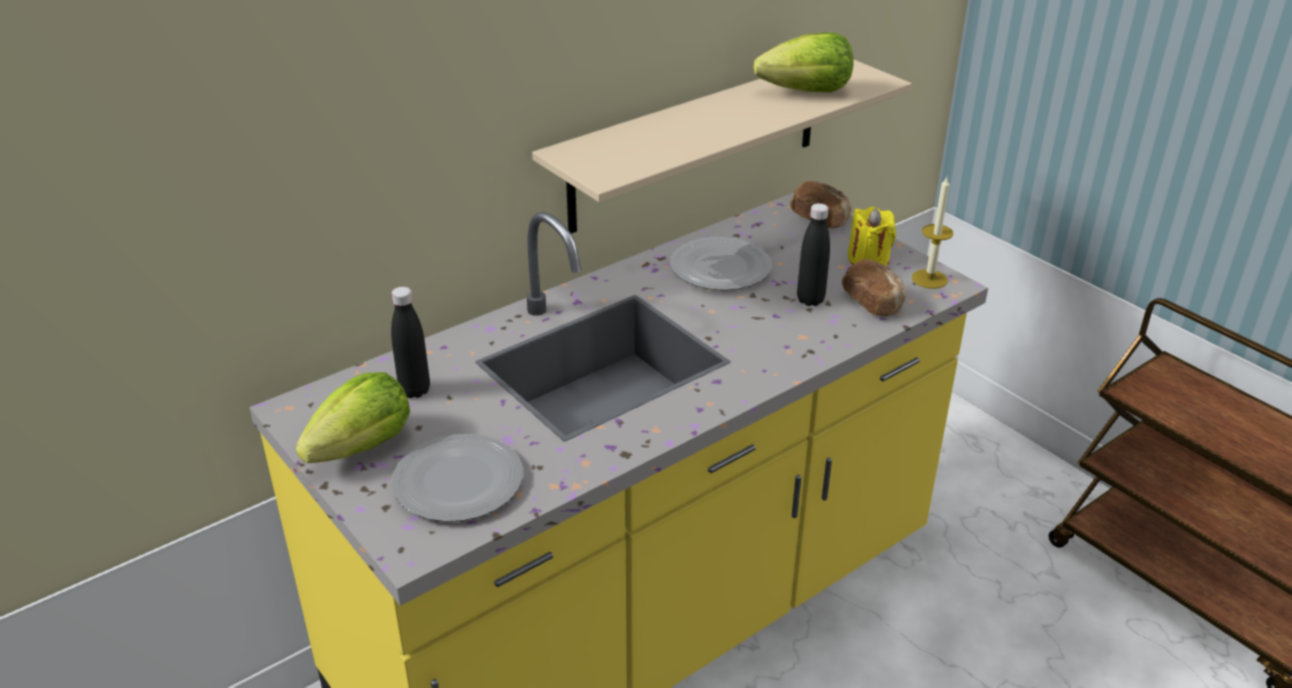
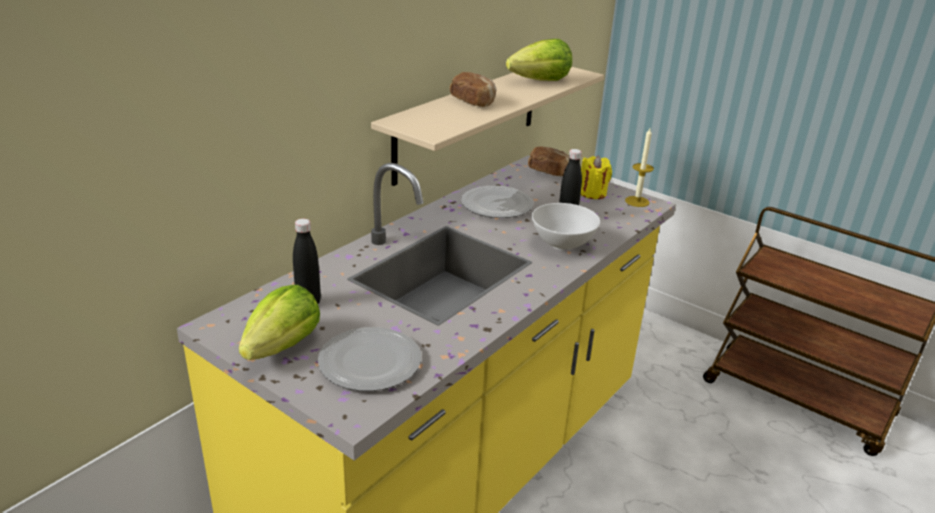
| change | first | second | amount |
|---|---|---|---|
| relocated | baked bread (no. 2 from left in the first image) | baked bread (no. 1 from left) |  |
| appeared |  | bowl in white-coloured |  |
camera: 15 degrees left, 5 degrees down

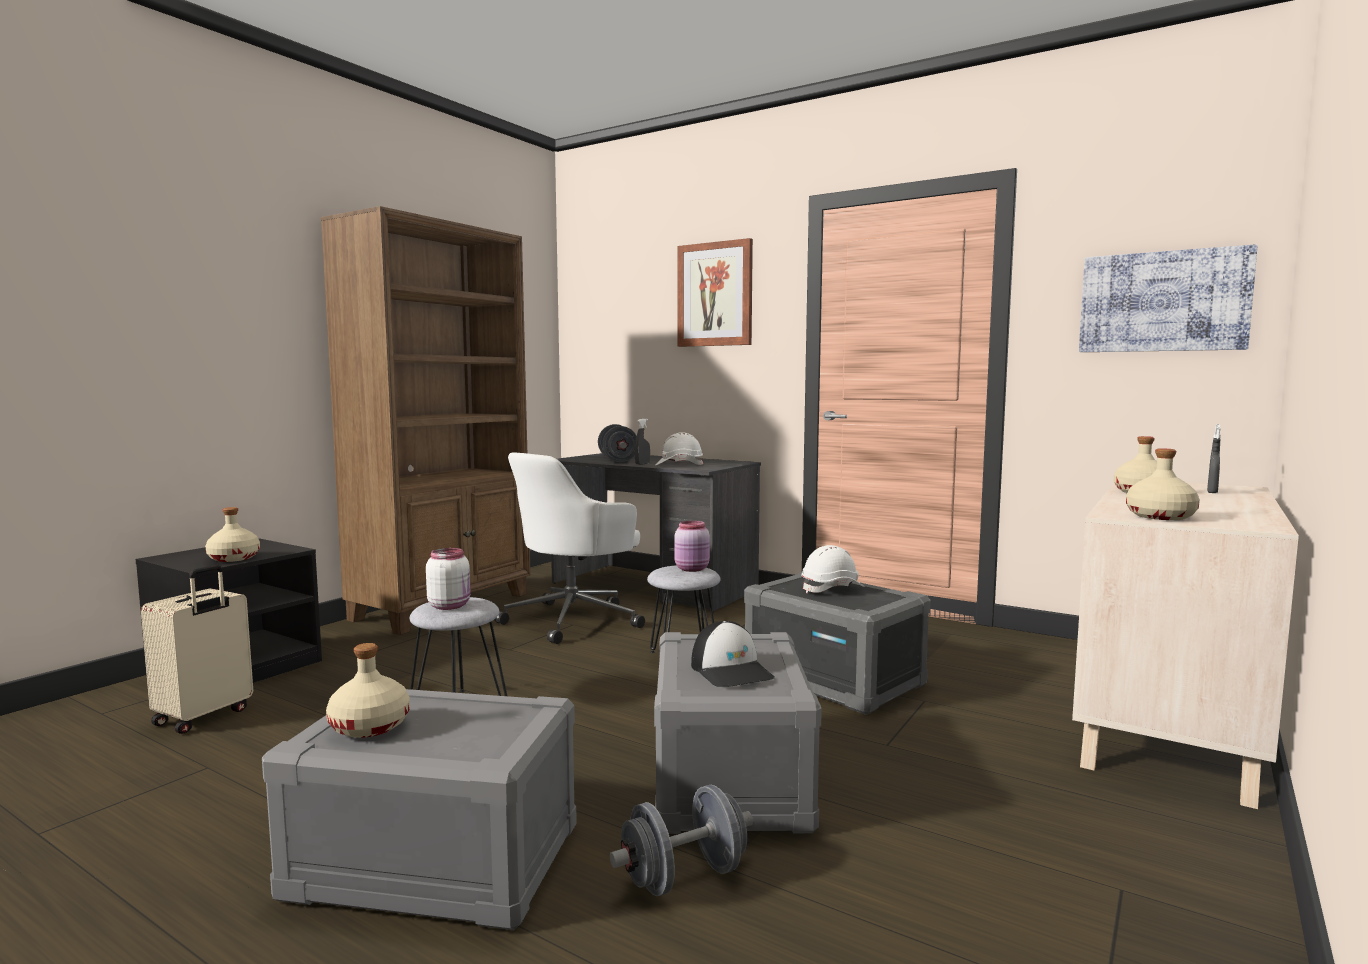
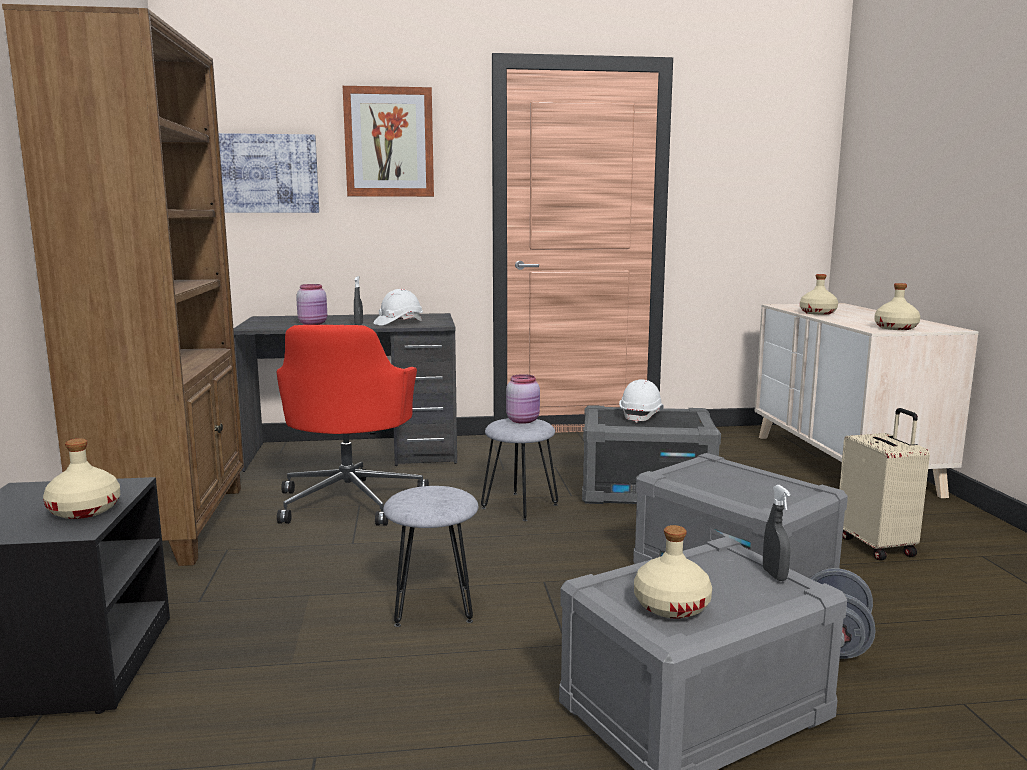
| change | first | second | amount |
|---|---|---|---|
| relocated | picture (no. 2 from left in the first image) | picture (no. 1 from left) |  |
| exchanged | hand weight in greyish (no. 1 from left) | preserve jar in pink-coloured (no. 1 from left) |  |
| relocated | sprayer in greyish (no. 2 from left) |  |  |
| colour | desk chair in white-coloured | desk chair in red-coloured |  |
| missing | preserve jar in white-coloured |  |  |
| relocated | suitcase in sand-coloured |  |  |
| missing | baseball cap |  |  |
camera: 40 degrees left, 5 degrees up

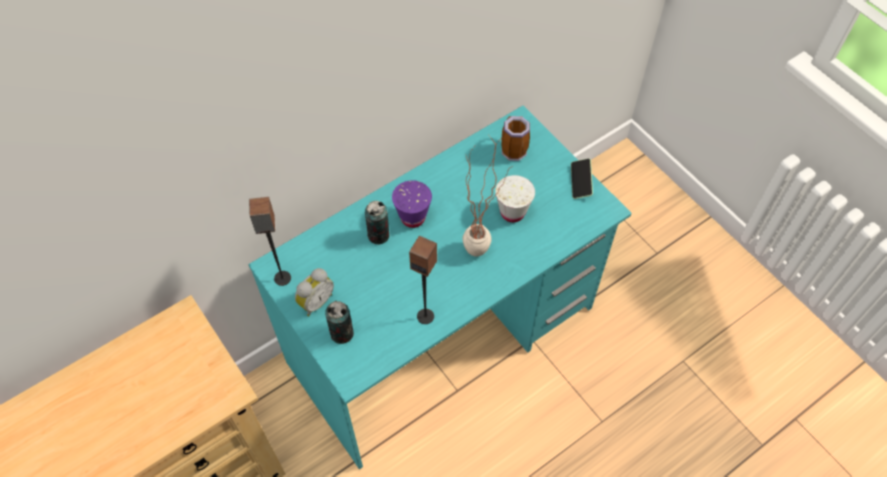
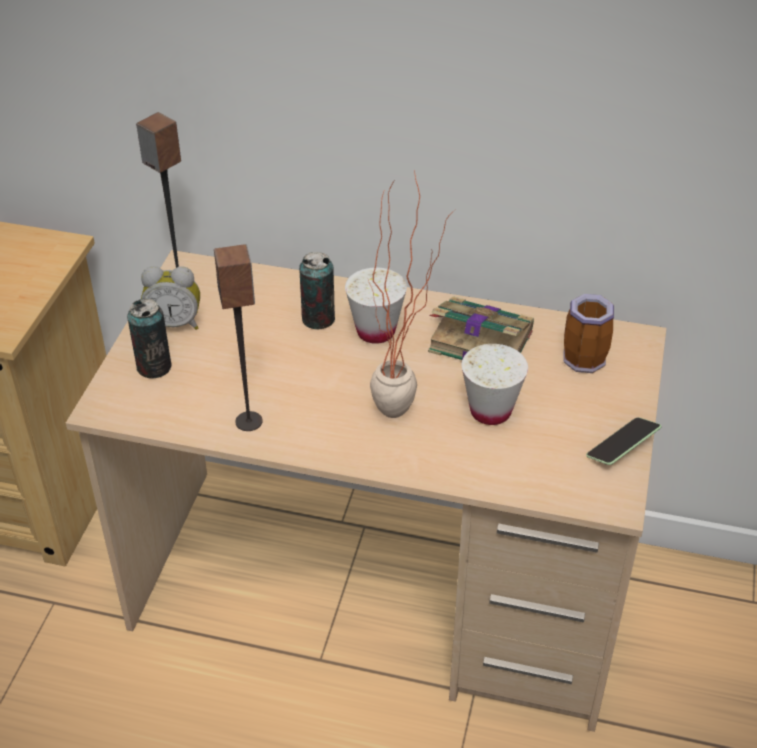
| change | first | second | amount |
|---|---|---|---|
| colour | desk in blue-green | desk in sand-coloured |  |
| colour | small cup in purplish | small cup in white-coloured (no. 1 from left) |  |
| appeared |  | book |  |
camera: 50 degrees right, 15 degrees down

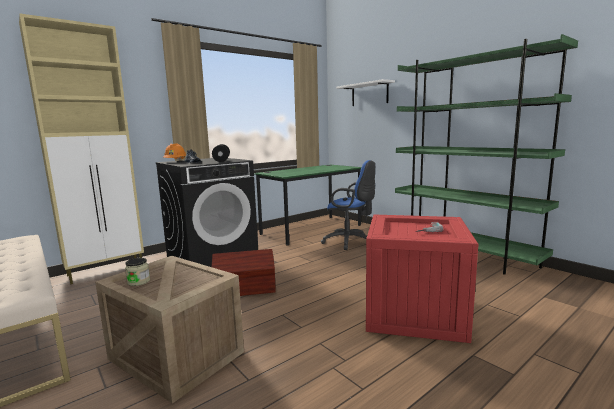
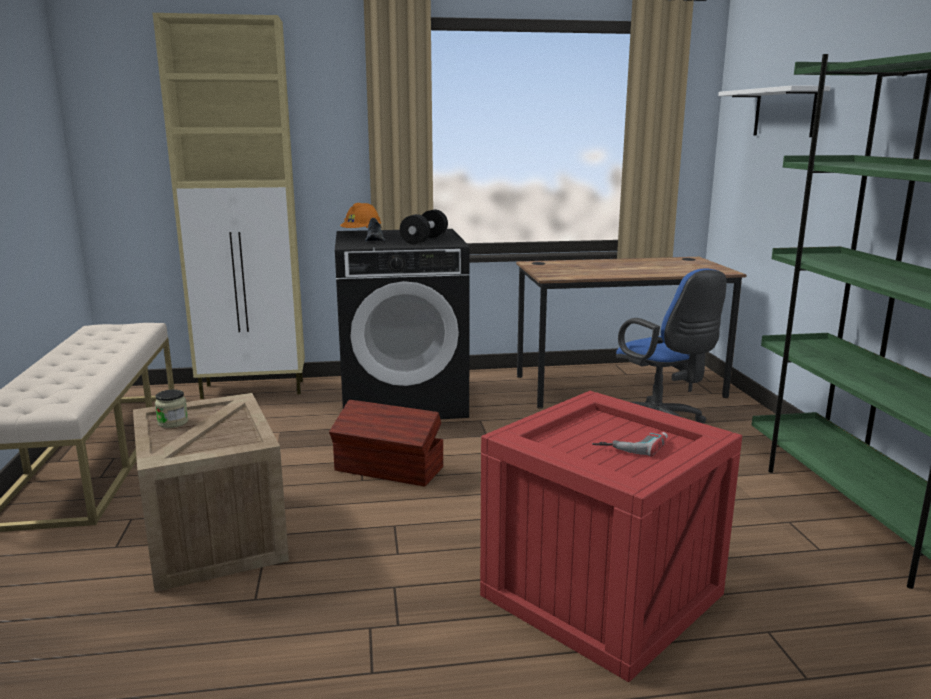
| change | first | second | amount |
|---|---|---|---|
| colour | desk in green-coloured | desk in brown |  |
camera: 30 degrees right, 5 degrees up

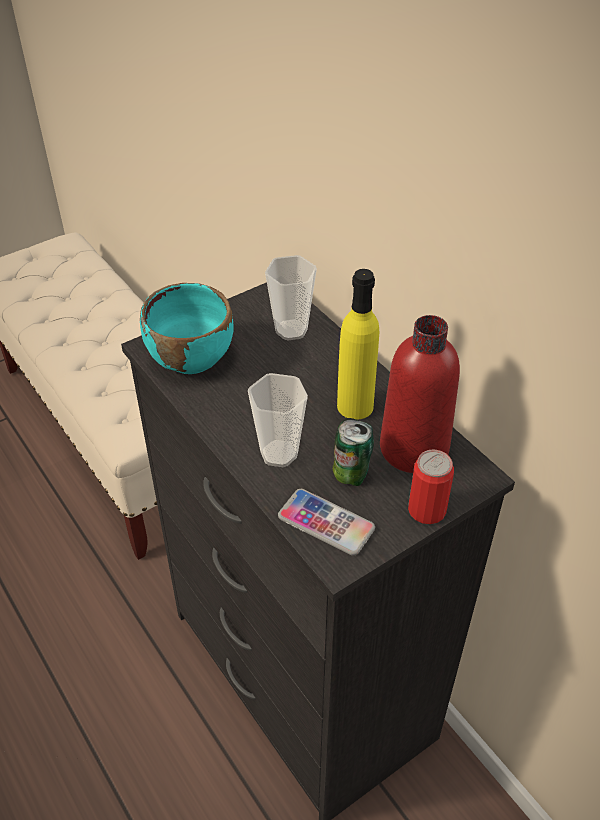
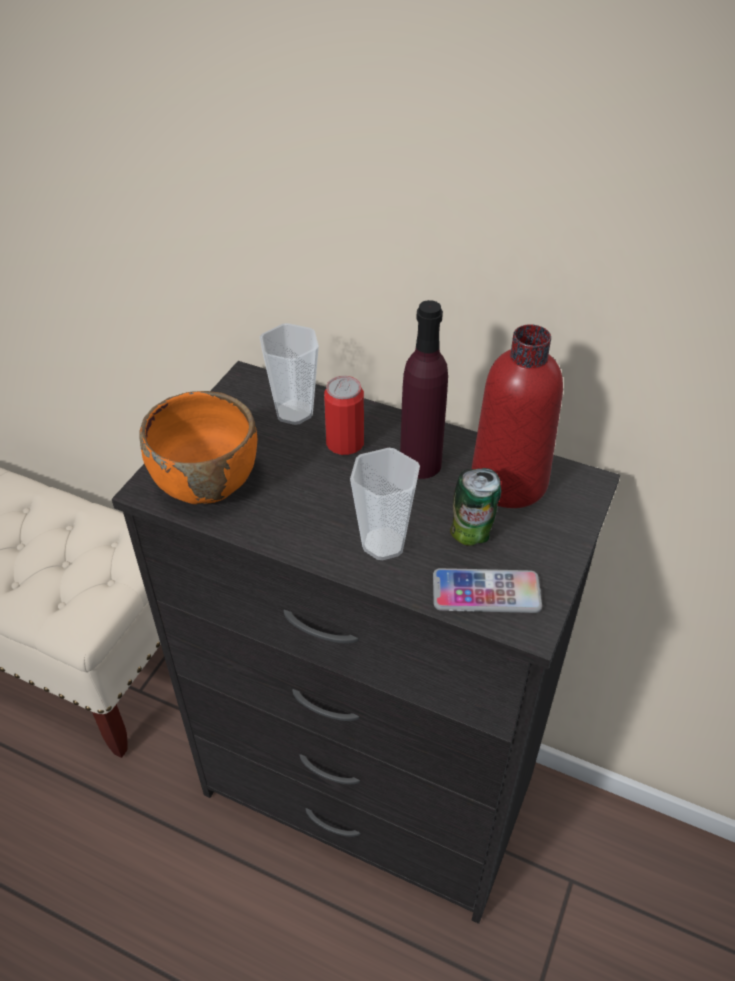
| change | first | second | amount |
|---|---|---|---|
| colour | drink bottle in yellow-coloured | drink bottle in purplish |  |
| colour | bowl in blue-green | bowl in orange |  |
| relocated | sealed can (no. 2 from left in the first image) | sealed can (no. 1 from left) |  |
camera: 30 degrees left, 0 degrees up

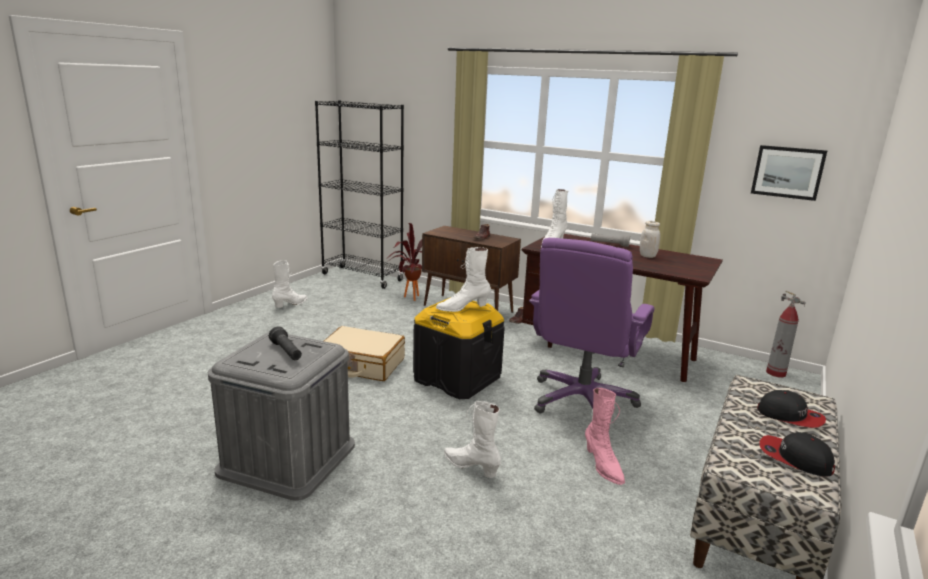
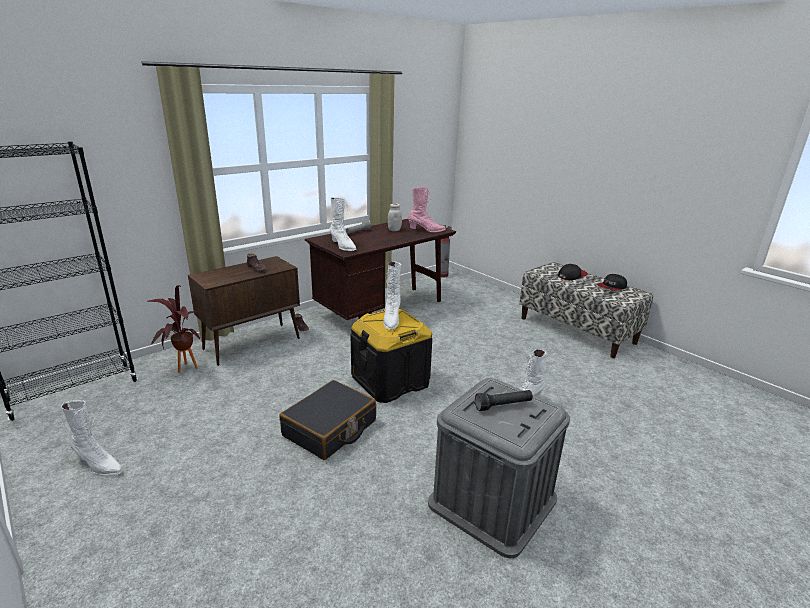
| change | first | second | amount |
|---|---|---|---|
| missing | picture |  |  |
| missing | desk chair in purplish |  |  |
| spun | tall boot in white-coloured (no. 1 from left) |  | 150 degrees clockwise |
| colour | suitcase in sand-coloured | suitcase in blackish |  |
| relocated | tall boot in pink-coloured |  |  |
camera: 70 degrees left, 5 degrees up

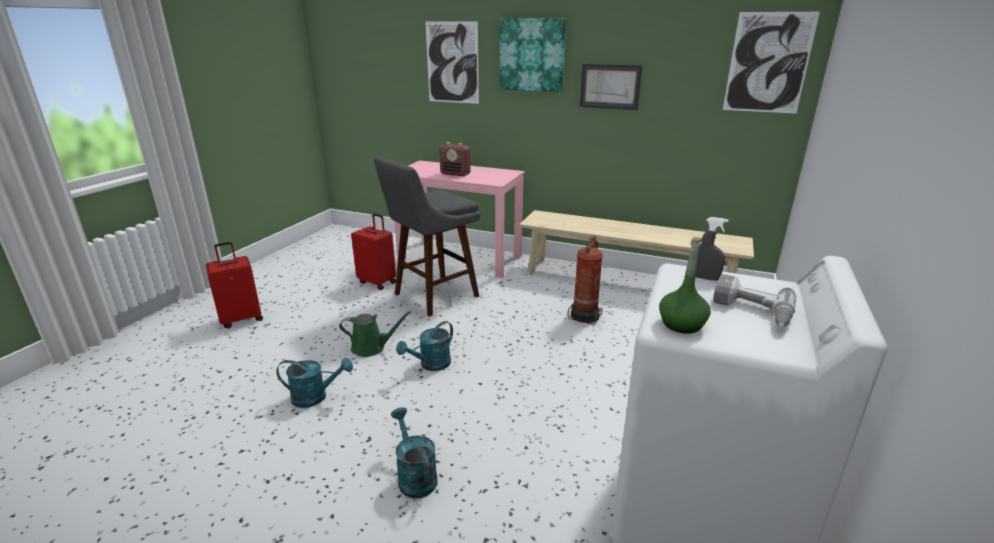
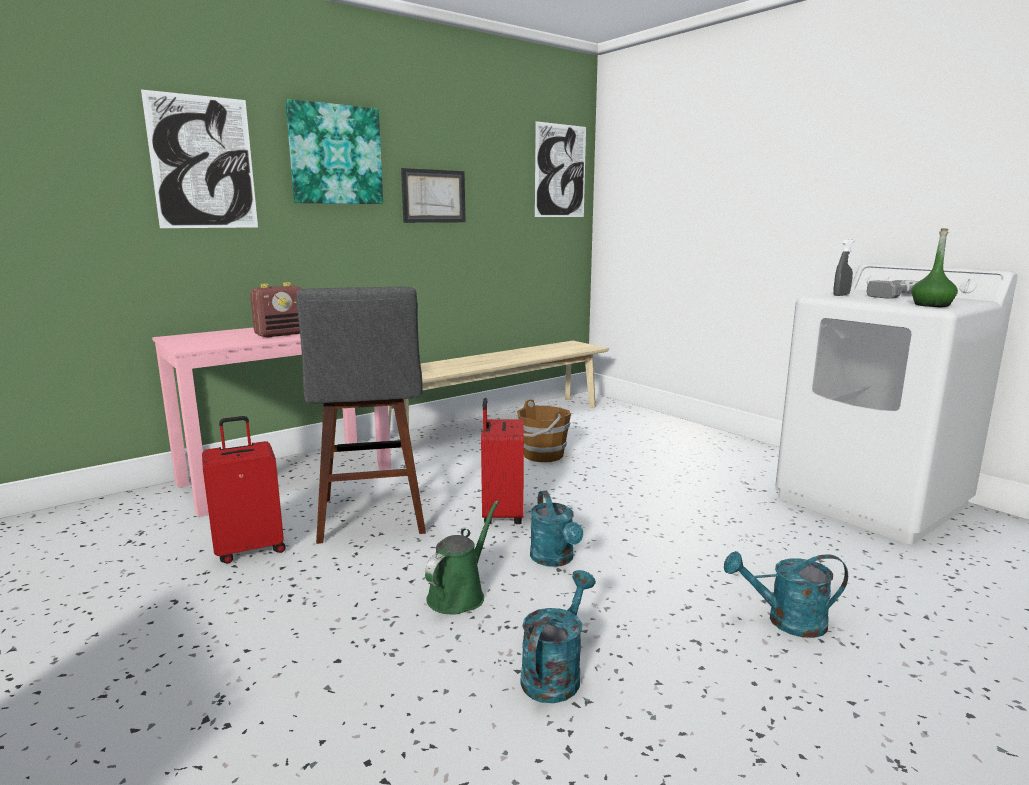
| change | first | second | amount |
|---|---|---|---|
| exchanged | fire extinguisher | water bucket in brown |  |
| relocated | suitcase in red-coloured (no. 1 from left in the first image) | suitcase in red-coloured (no. 2 from left) |  |
camera: 60 degrees left, 10 degrees down

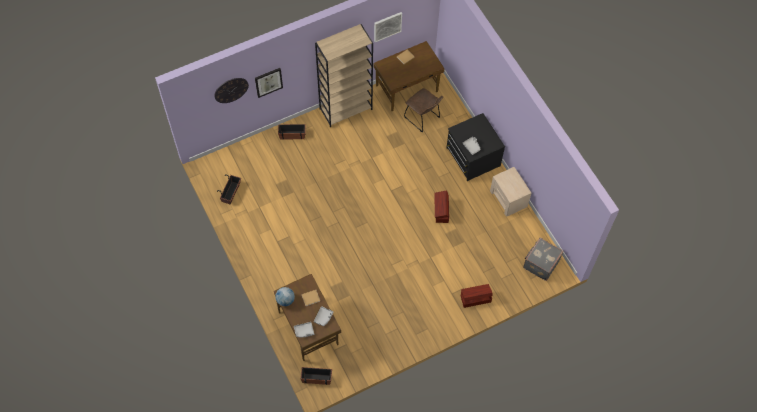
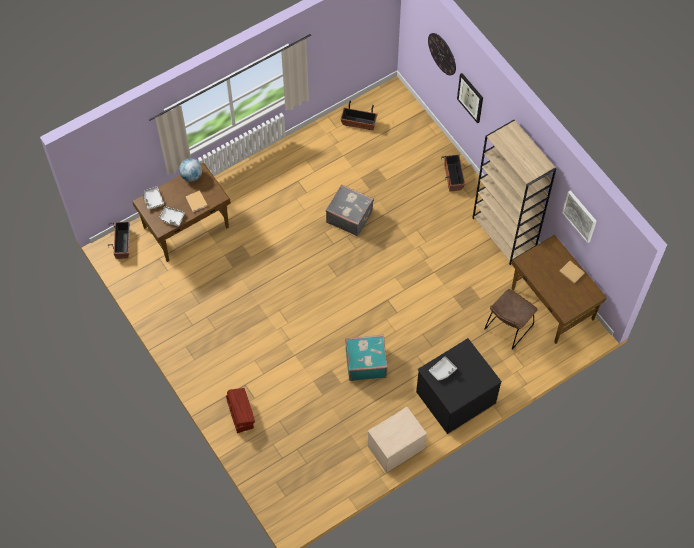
| change | first | second | amount |
|---|---|---|---|
| exchanged | storage container in brown (no. 1 from left) | suitcase in blue-green |  |
| relocated | suitcase in greyish |  |  |
camera: 85 degrees right, 0 degrees up

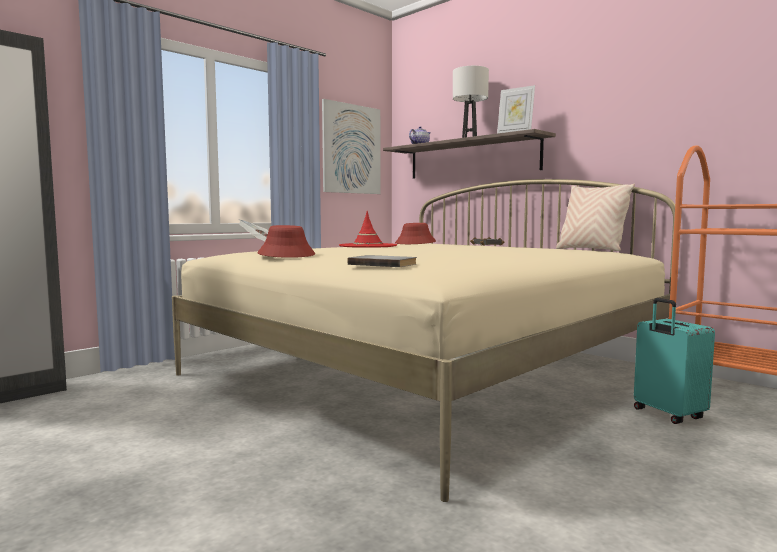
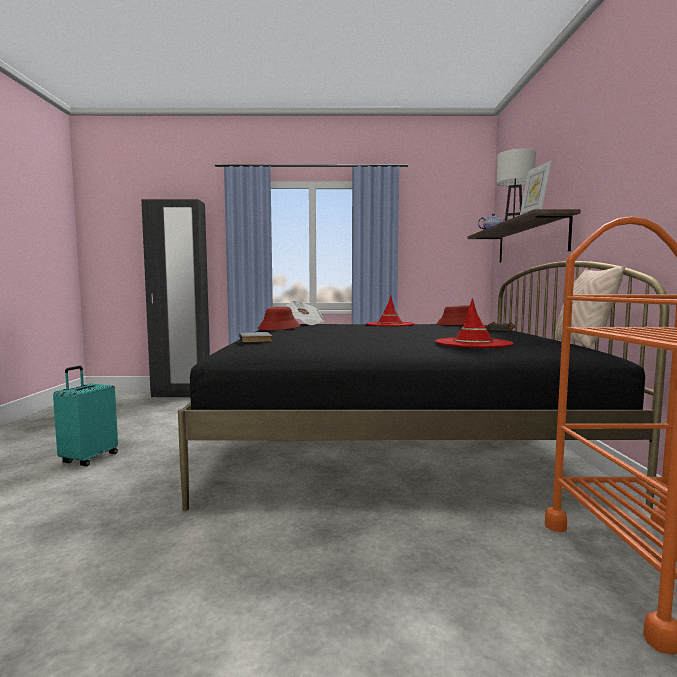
| change | first | second | amount |
|---|---|---|---|
| missing | picture |  |  |
| colour | bed in sand-coloured | bed in blackish |  |
| relocated | suitcase in blue-green |  |  |
| appeared |  | clothing hat in red-coloured (no. 4 from left) |  |
camera: 45 degrees right, 0 degrees up

